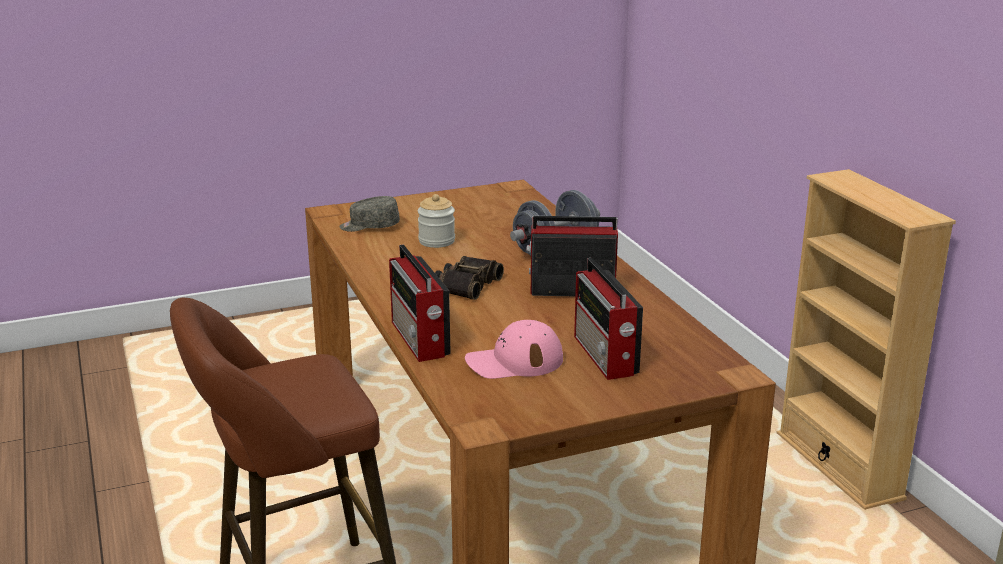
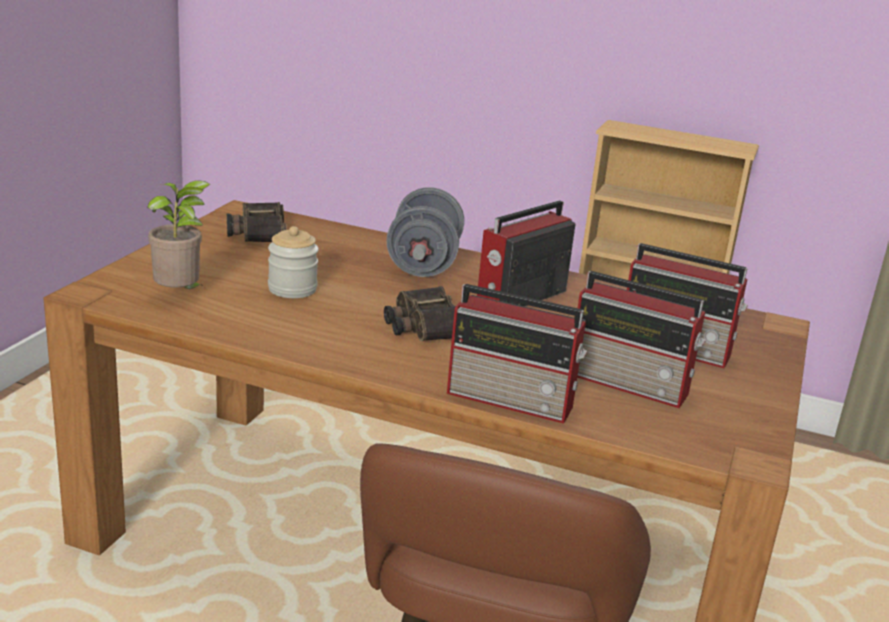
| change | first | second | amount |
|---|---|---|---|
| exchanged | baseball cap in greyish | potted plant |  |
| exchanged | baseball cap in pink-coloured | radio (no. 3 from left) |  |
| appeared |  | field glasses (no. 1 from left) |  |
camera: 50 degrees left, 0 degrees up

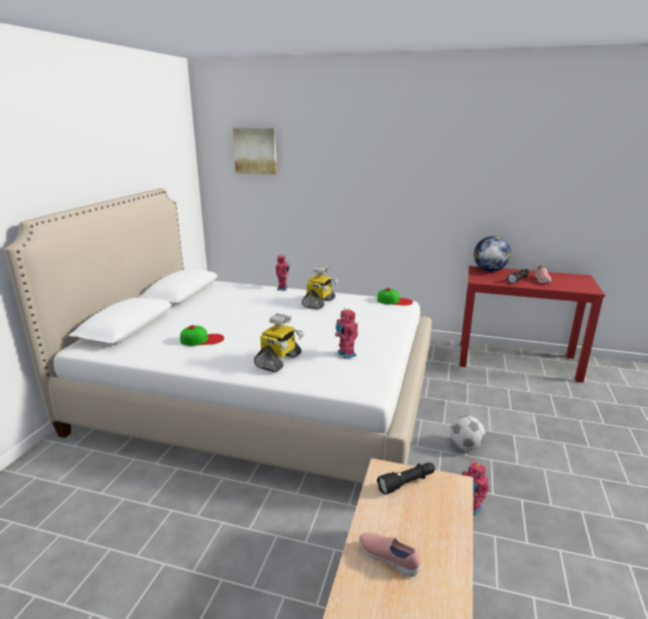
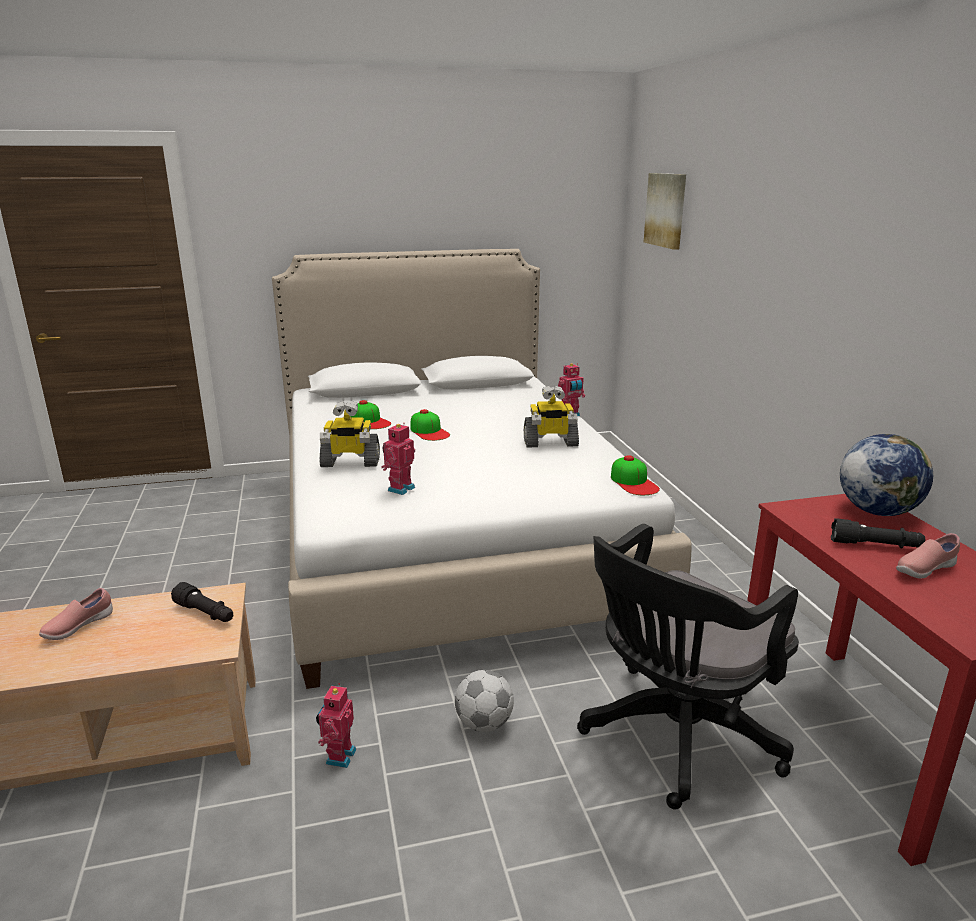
| change | first | second | amount |
|---|---|---|---|
| spun | low shoe in pink-coloured (no. 1 from left) |  | 150 degrees counterclockwise |
| appeared |  | baseball cap (no. 2 from left) |  |
| appeared |  | desk chair in blackish |  |
camera: 60 degrees right, 0 degrees up

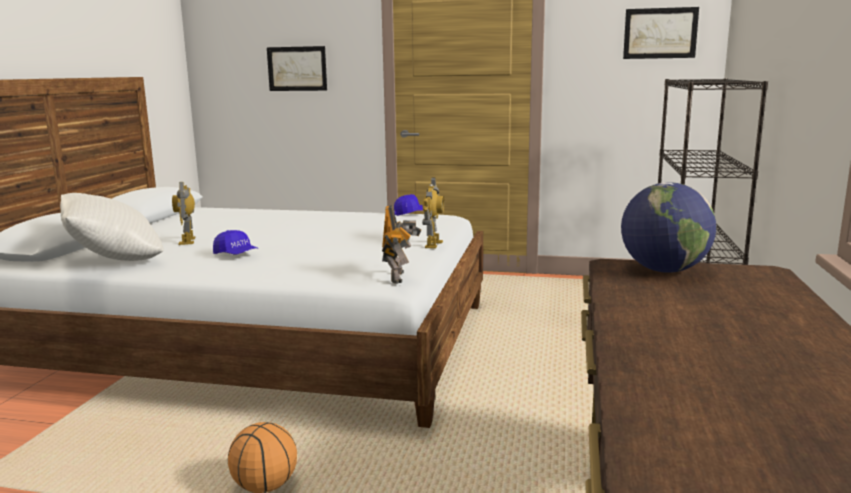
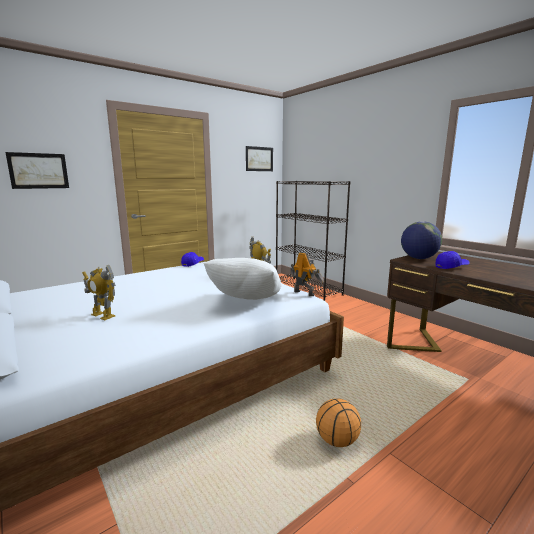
| change | first | second | amount |
|---|---|---|---|
| relocated | throw pillow in white-coloured |  |  |
| relocated | baseball cap in blue (no. 1 from left in the first image) | baseball cap in blue (no. 2 from left) |  |
camera: 50 degrees left, 0 degrees up

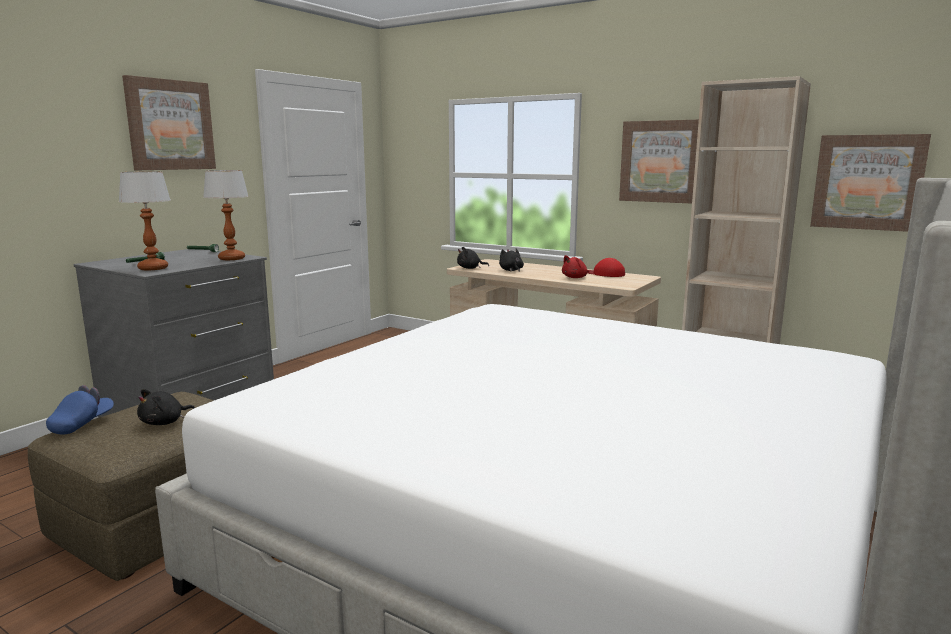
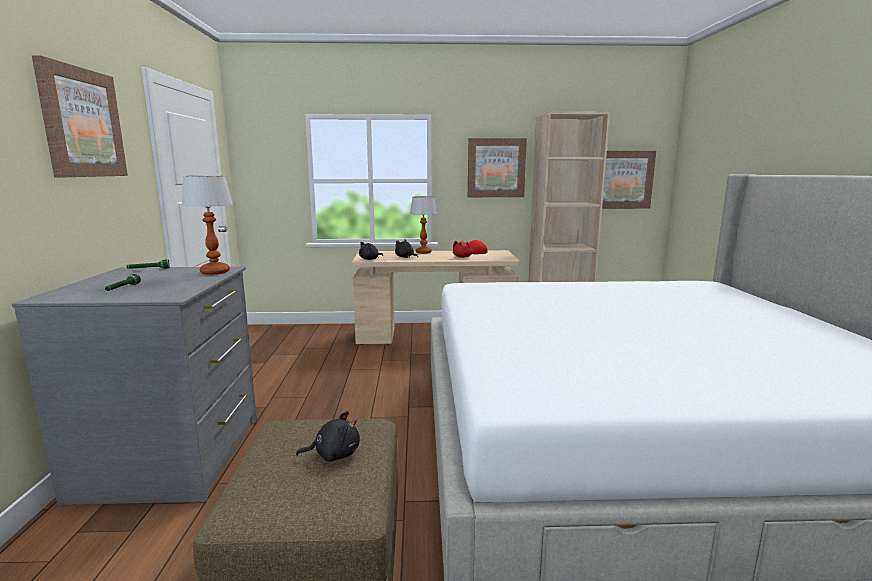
| change | first | second | amount |
|---|---|---|---|
| relocated | lamp for a table (no. 1 from left in the first image) | lamp for a table (no. 2 from left) |  |
| missing | baseball cap in blue |  |  |
| spun | cuddly toy in blackish (no. 1 from left) |  | 105 degrees counterclockwise |
camera: 35 degrees left, 0 degrees up

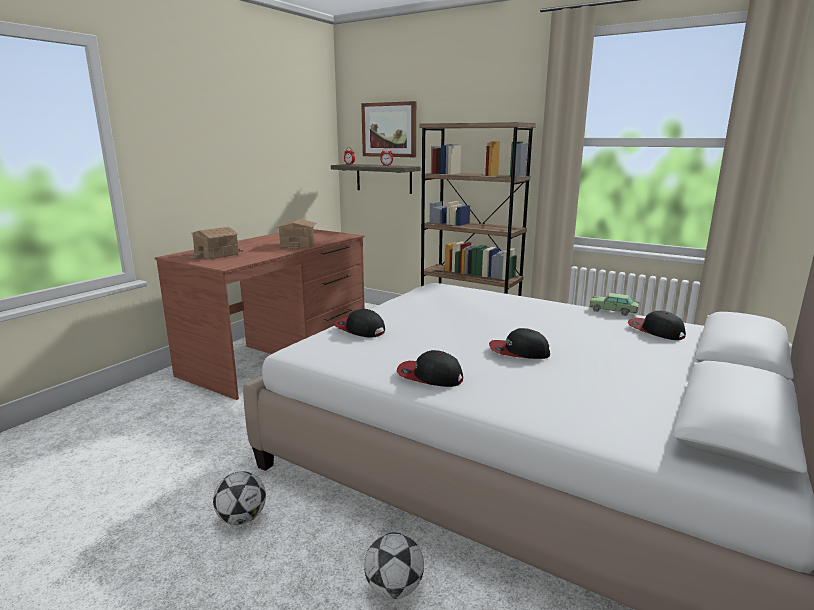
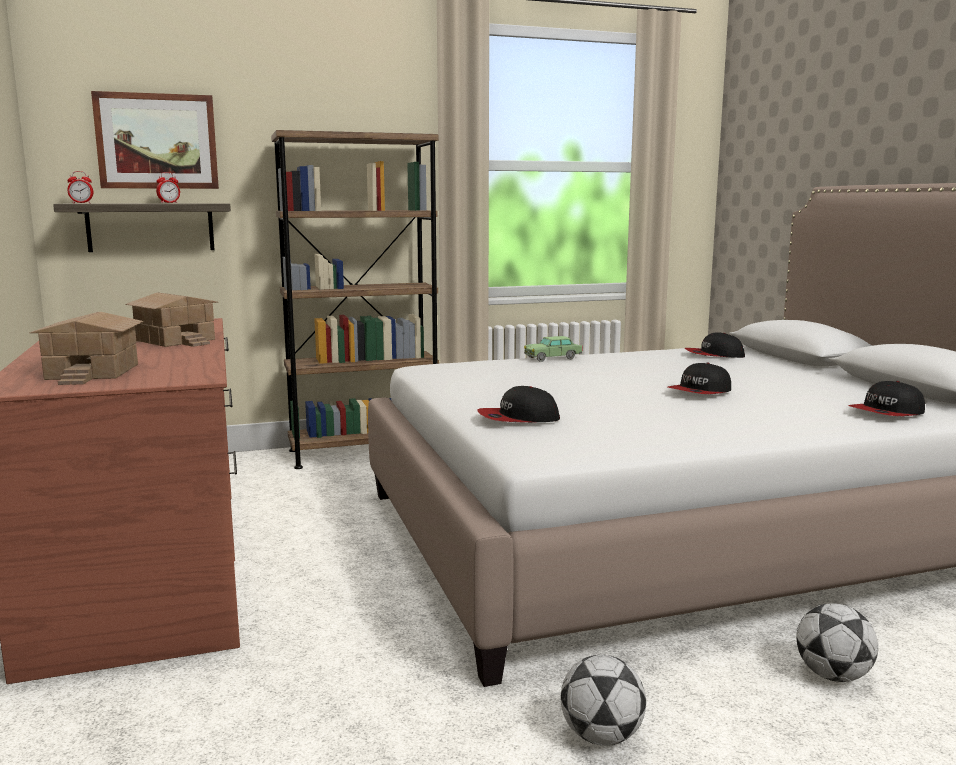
| change | first | second | amount |
|---|---|---|---|
| relocated | toy car |  |  |
| relocated | baseball cap (no. 2 from left in the first image) | baseball cap (no. 4 from left) |  |
camera: 50 degrees left, 5 degrees down

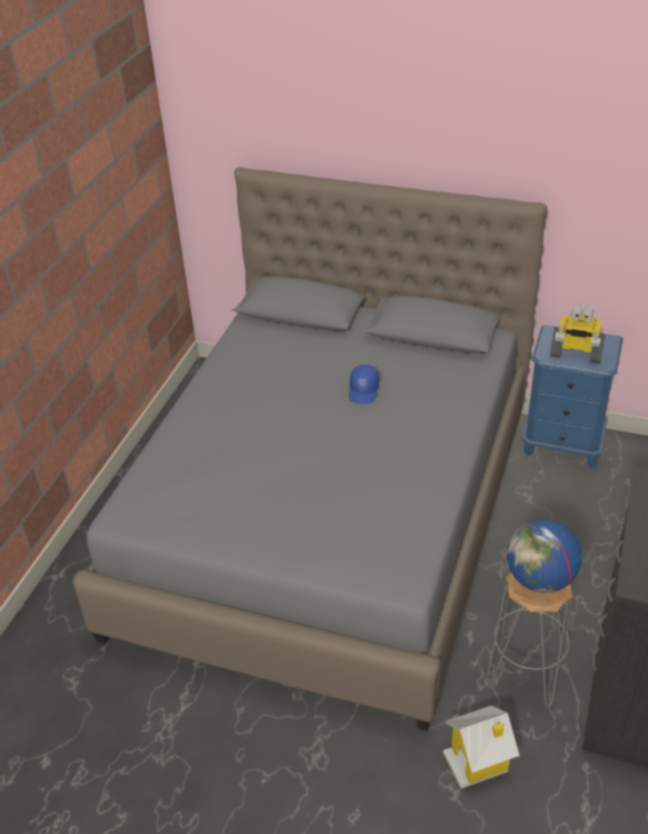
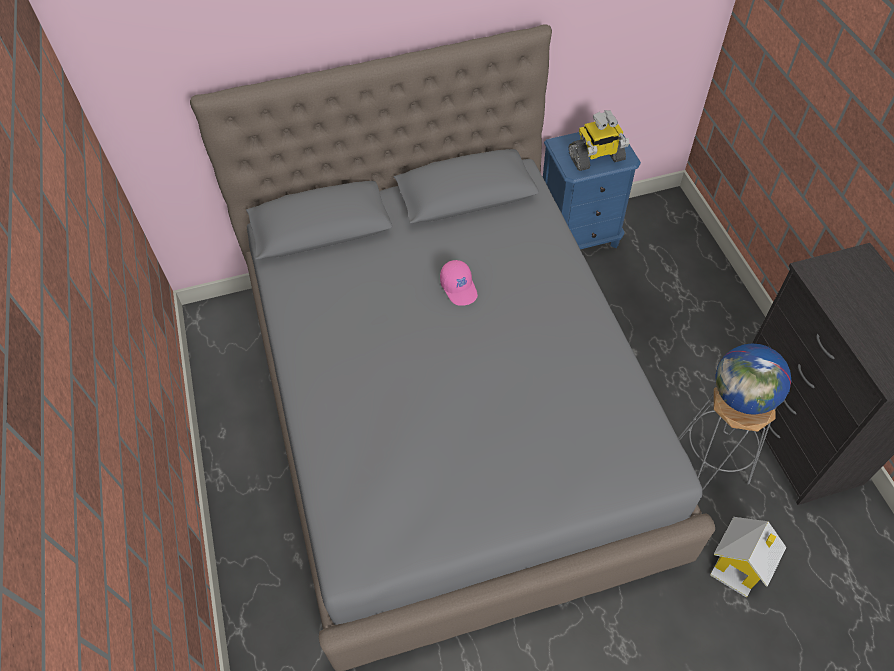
| change | first | second | amount |
|---|---|---|---|
| colour | baseball cap in blue | baseball cap in pink-coloured |  |
camera: 35 degrees left, 15 degrees up

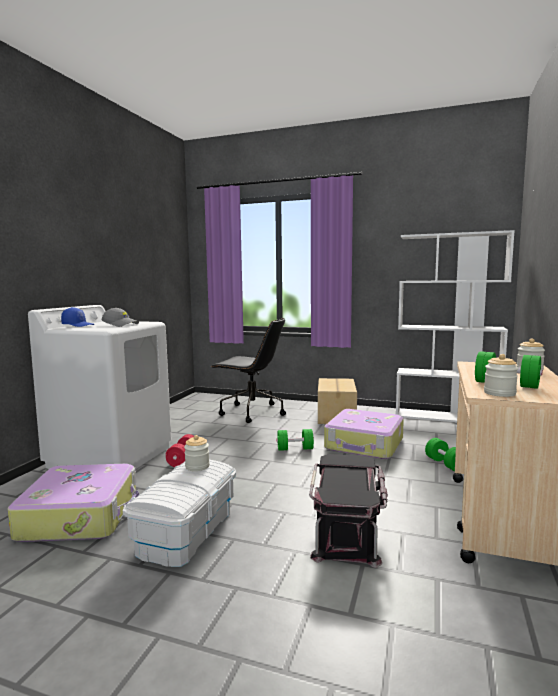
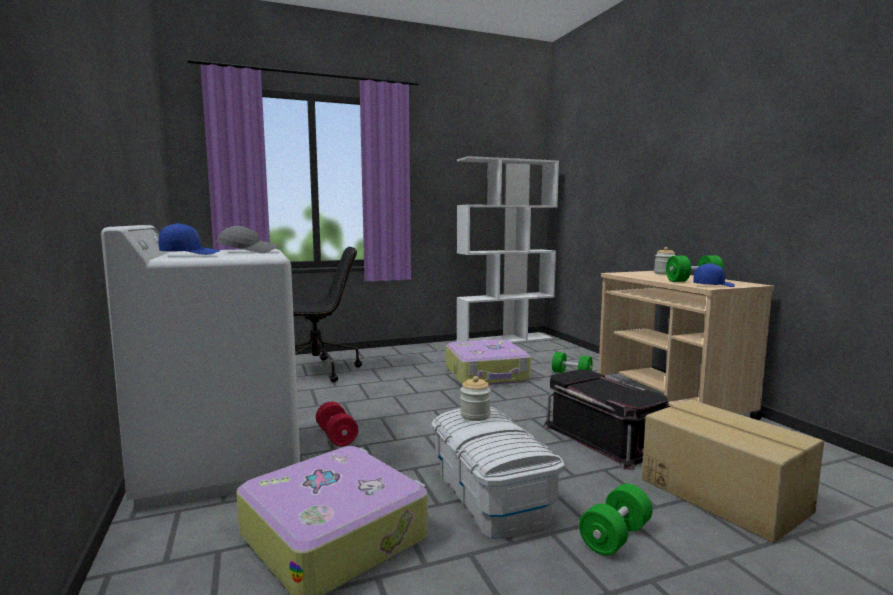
| change | first | second | amount |
|---|---|---|---|
| exchanged | preserve jar (no. 2 from left) | baseball cap in blue (no. 2 from left) |  |
| relocated | carton |  |  |
| relocated | hand weight in green-coloured (no. 1 from left in the first image) | hand weight in green-coloured (no. 2 from left) |  |
camera: 40 degrees left, 0 degrees up

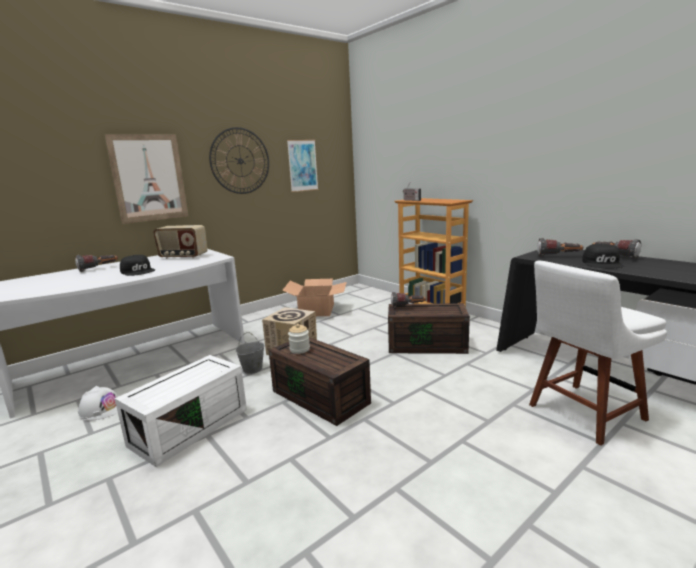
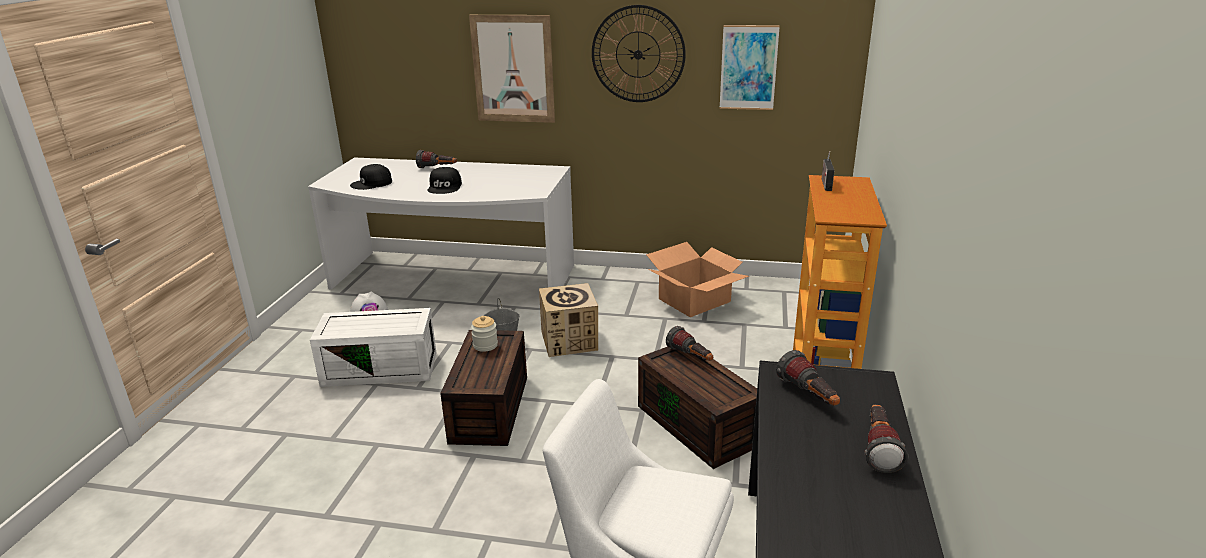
| change | first | second | amount |
|---|---|---|---|
| missing | radio (no. 1 from left) |  |  |
| relocated | baseball cap in blackish (no. 2 from left in the first image) | baseball cap in blackish (no. 1 from left) |  |
camera: 50 degrees right, 10 degrees up

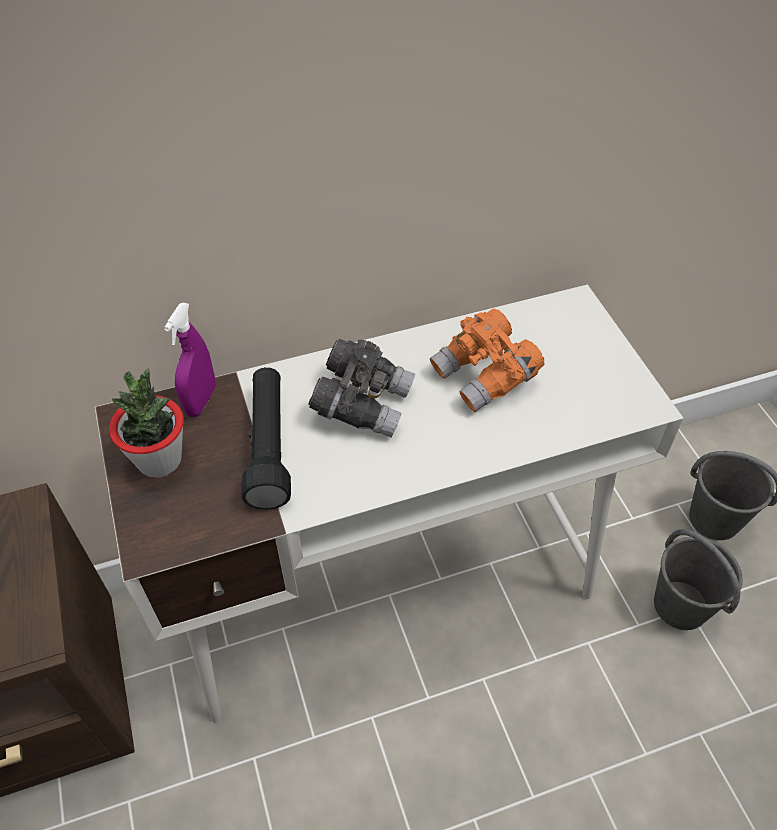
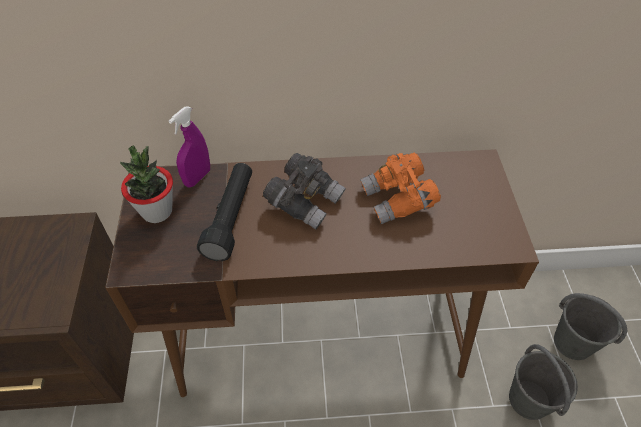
| change | first | second | amount |
|---|---|---|---|
| colour | desk in white-coloured | desk in brown |  |
camera: 15 degrees right, 0 degrees up

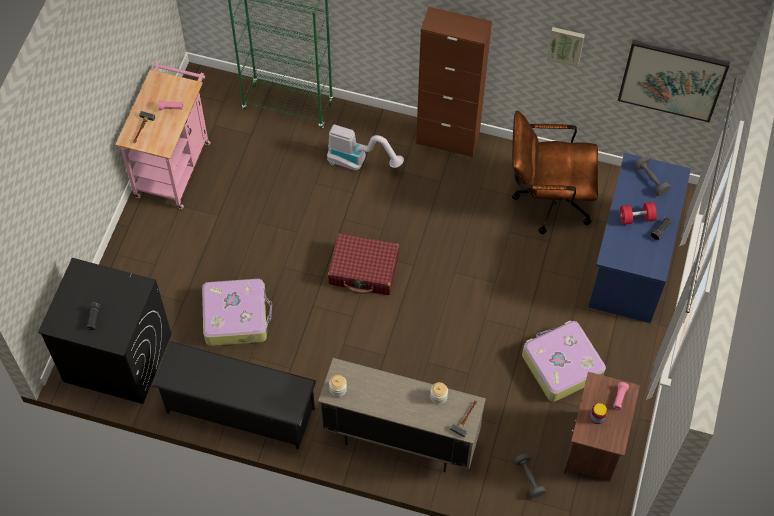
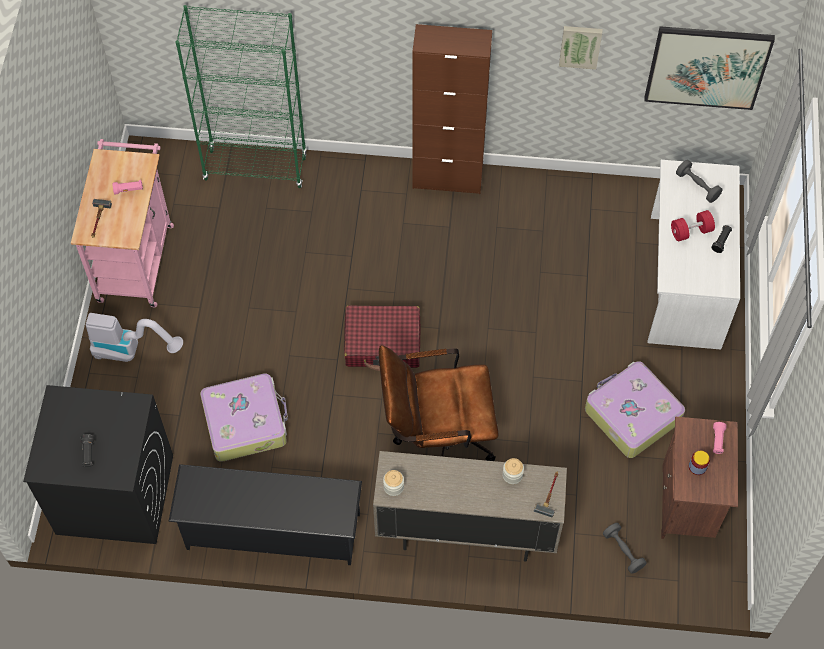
| change | first | second | amount |
|---|---|---|---|
| relocated | desk chair in brown |  |  |
| relocated | vacuum cleaner |  |  |
| colour | desk in blue | desk in white-coloured |  |
camera: 10 degrees left, 0 degrees up

